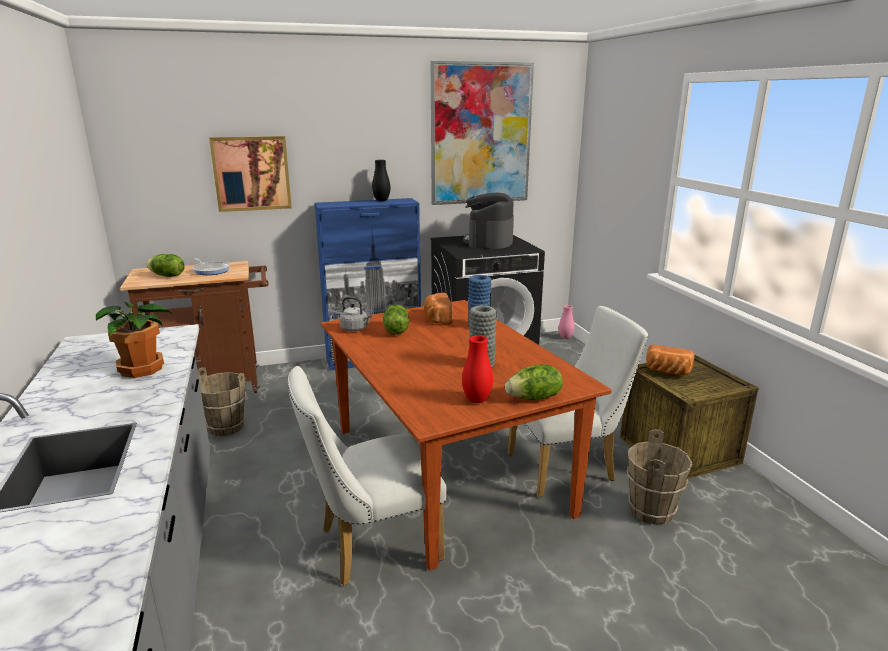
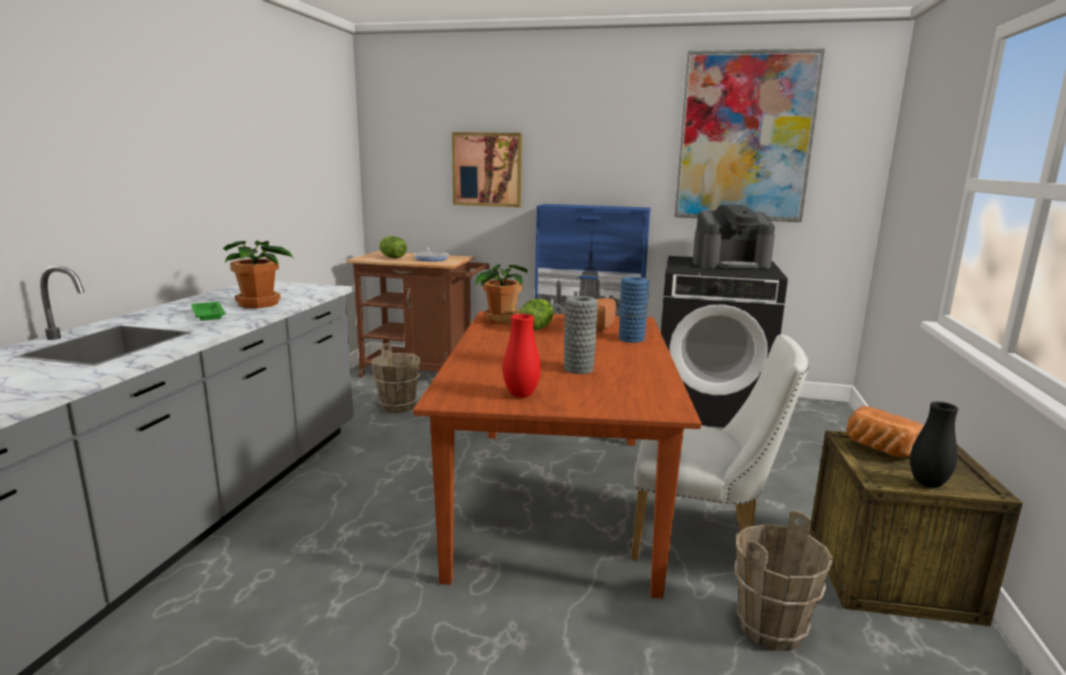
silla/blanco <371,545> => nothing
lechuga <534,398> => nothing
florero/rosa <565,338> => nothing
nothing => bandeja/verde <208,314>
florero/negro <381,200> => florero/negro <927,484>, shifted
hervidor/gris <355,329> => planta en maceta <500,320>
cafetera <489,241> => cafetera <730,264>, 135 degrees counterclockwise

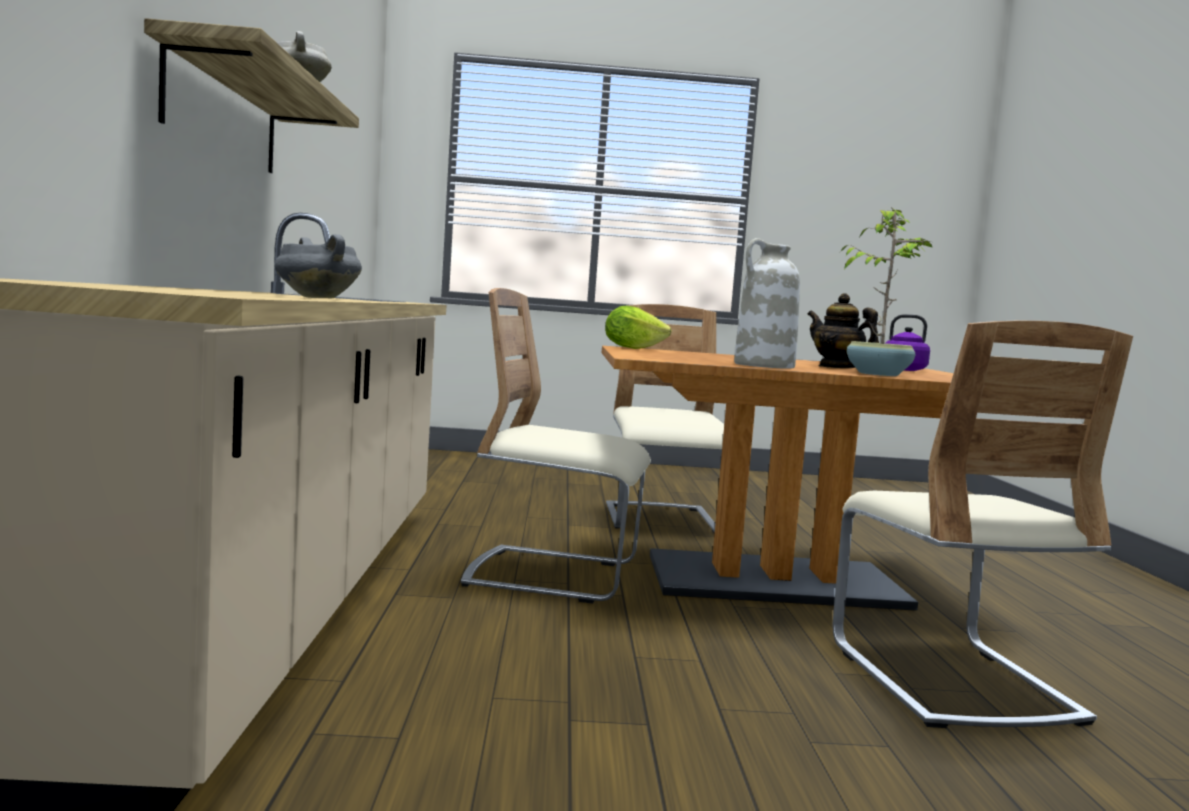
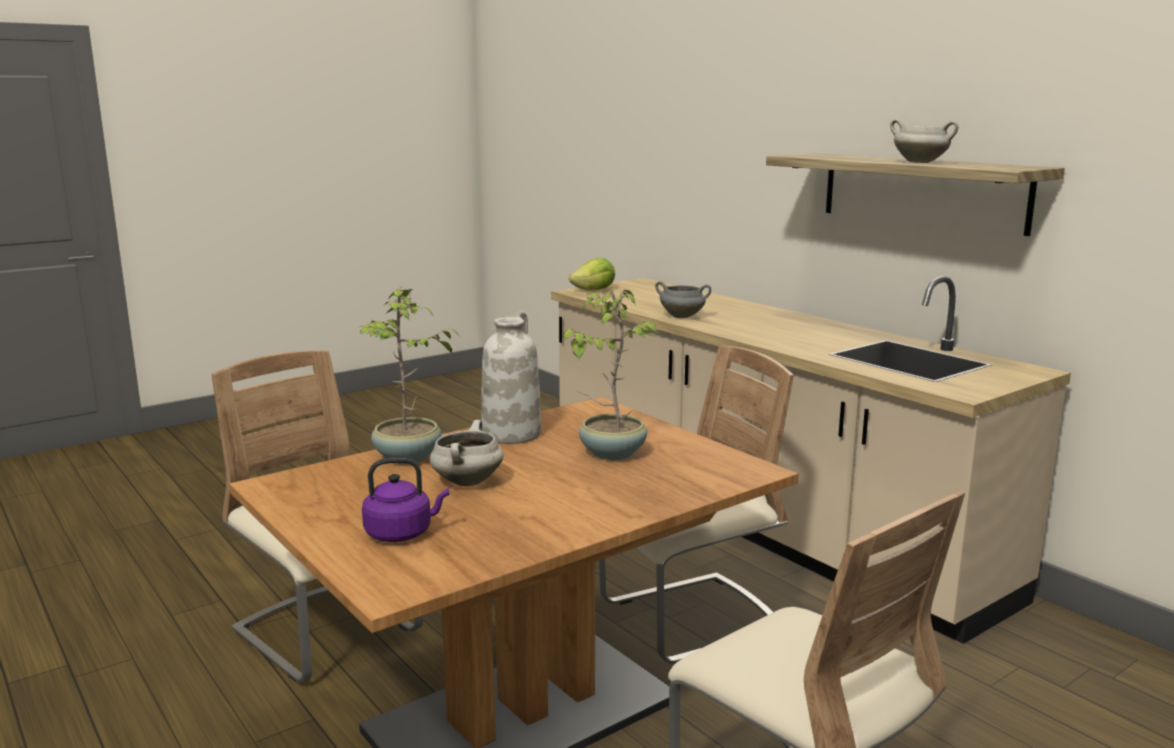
nothing => planta en maceta <611,453>
lechuga <632,348> => lechuga <594,291>, shifted
tetera <837,367> => olla/blanco <467,481>

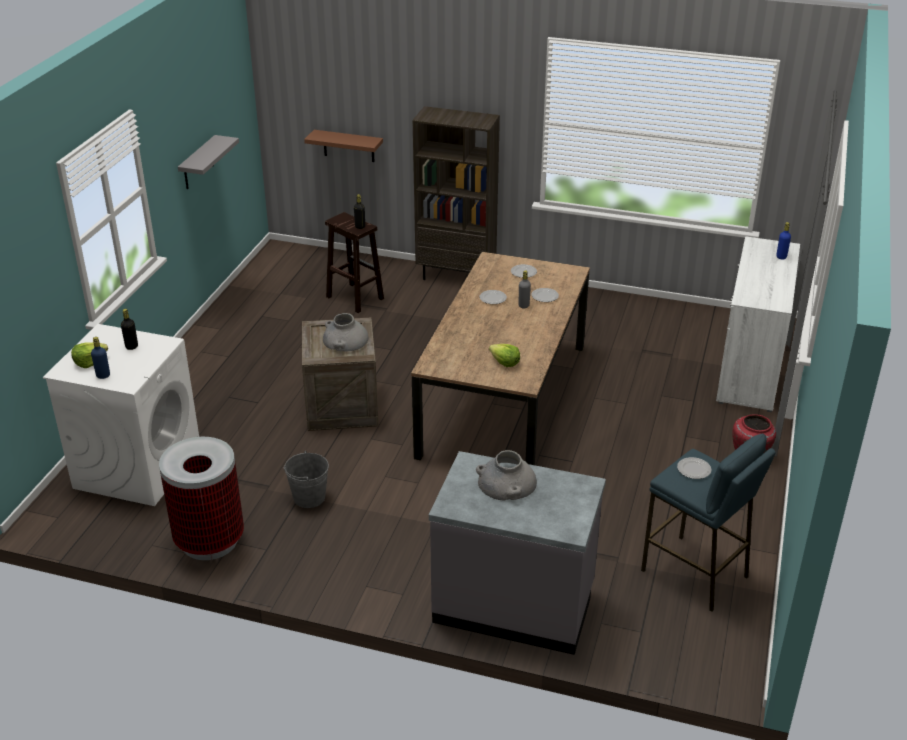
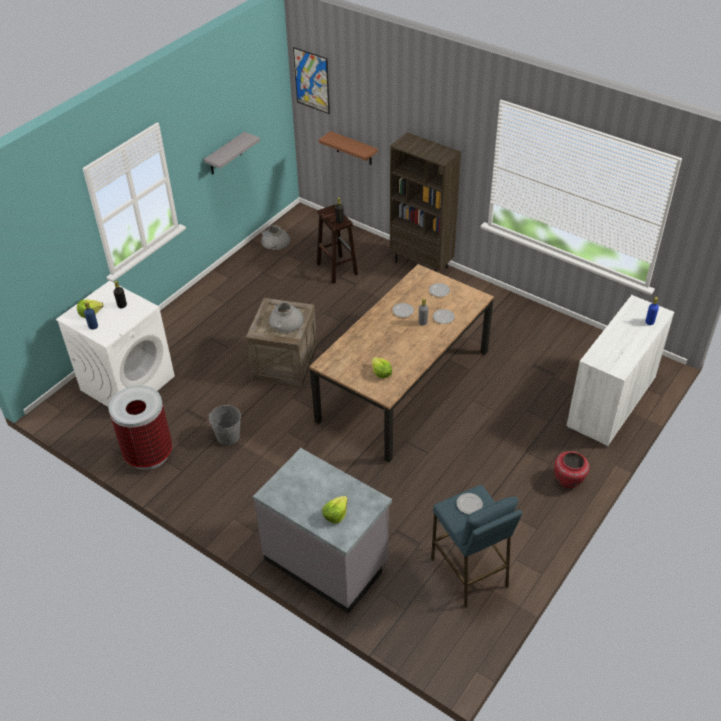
nothing => cuadro <312,80>
nothing => lechuga <335,514>
florero/gris <507,483> => florero/gris <275,241>, shifted

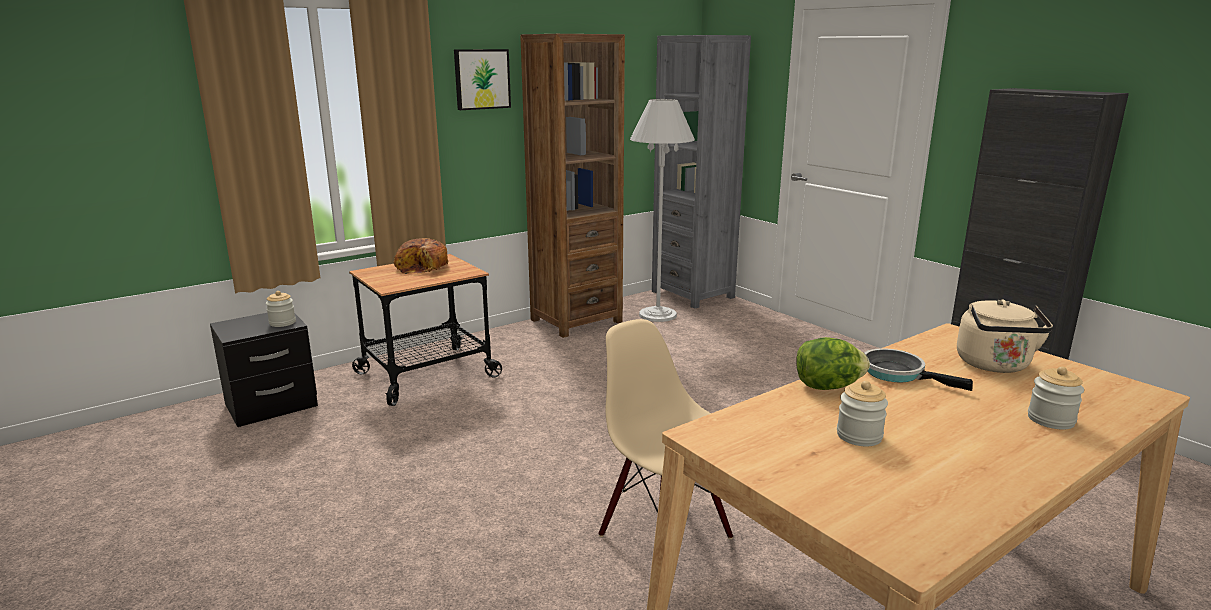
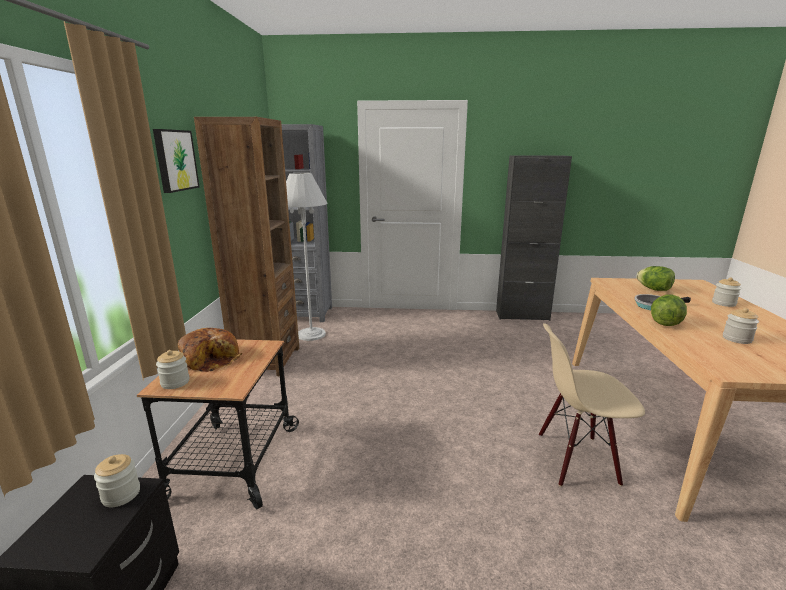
nothing => tarro <175,382>
hervidor/beis <995,365> => lechuga <654,289>

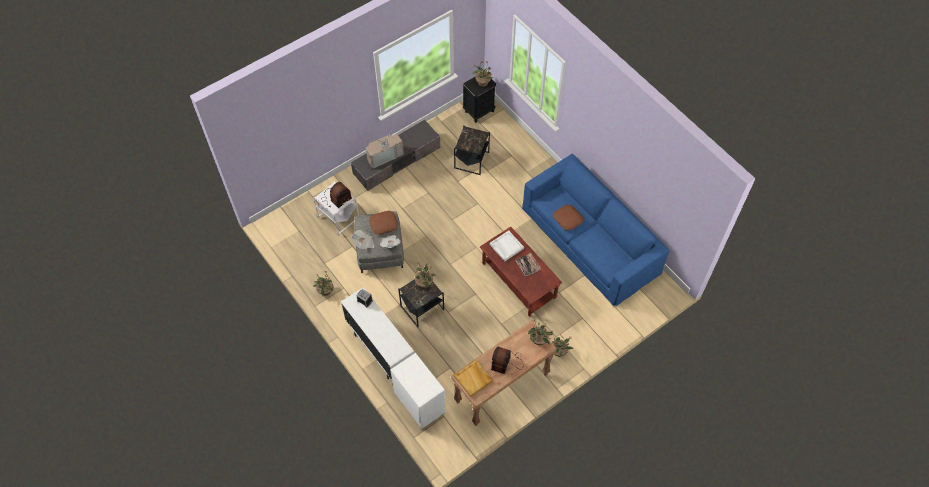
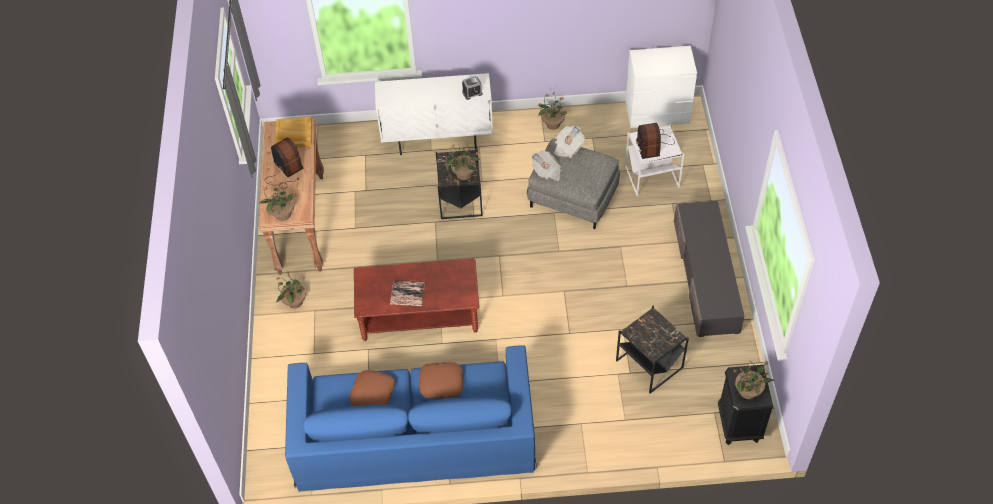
televisor <384,155> => nothing
bandeja/blanco <506,246> => nothing
cojín/marrón <384,224> => cojín/marrón <372,393>, shifted
cómoda/blanco <419,402> => cómoda/blanco <657,113>, shifted

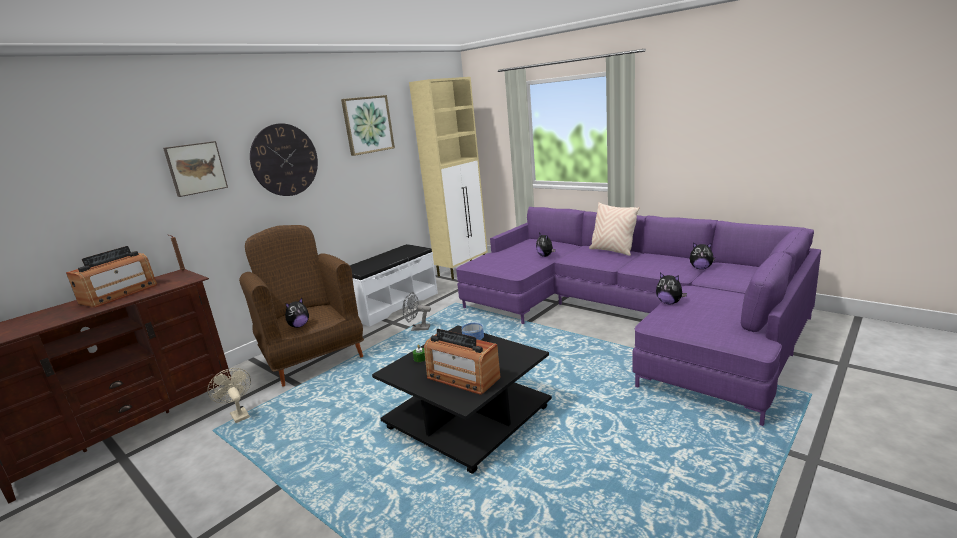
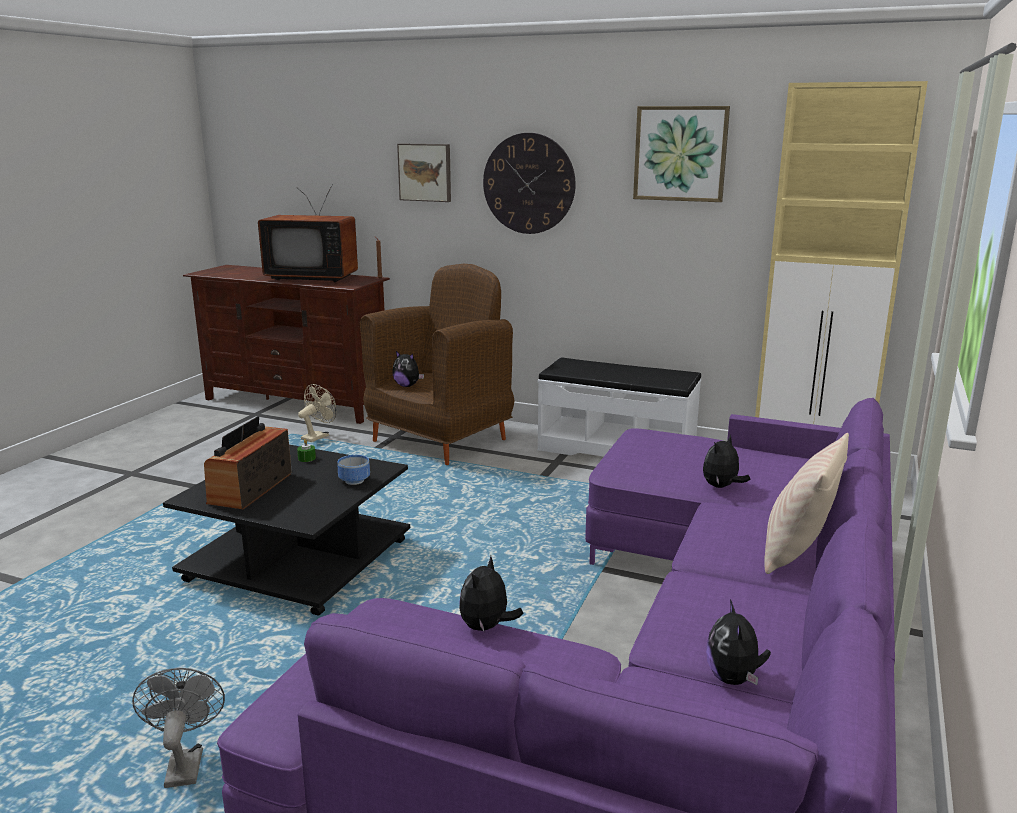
ventilador/gris <417,329> => ventilador/gris <185,763>, shifted
radio <119,294> => televisor <313,277>

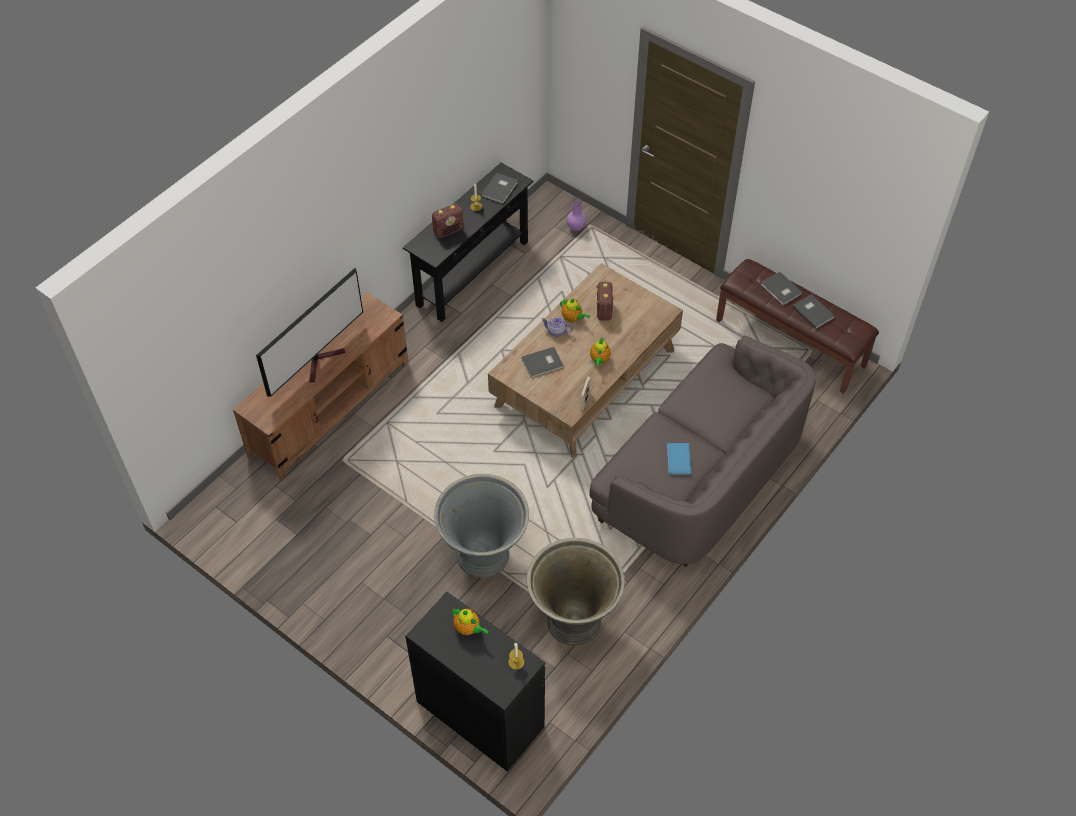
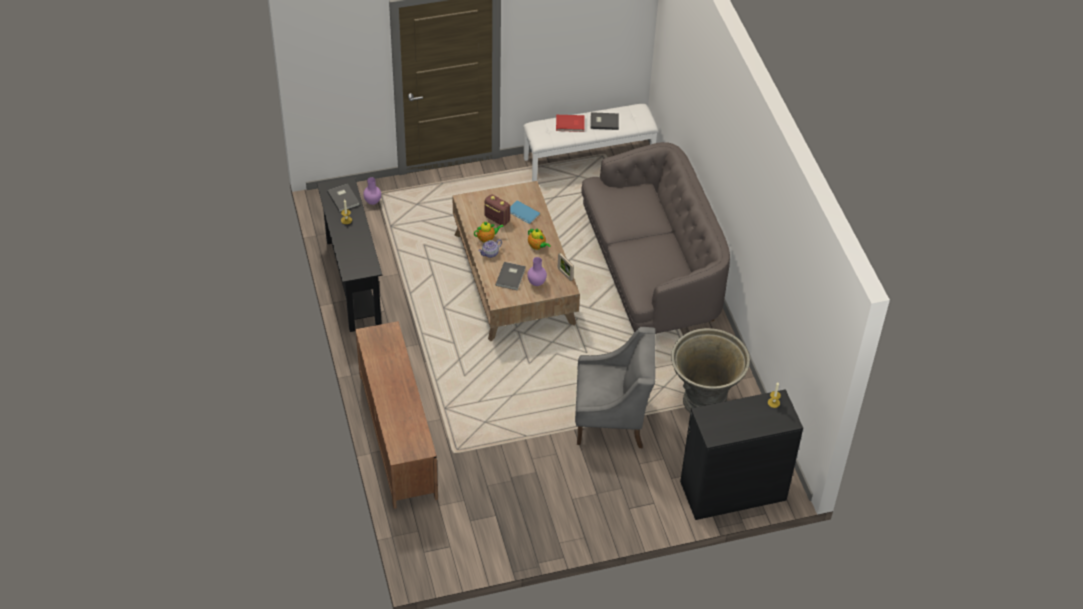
televisor <322,360> => nothing
radio <448,230> => nothing
tetera <468,629> => nothing
nothing => florero/morado <537,283>
libro/azul <677,460> => libro/azul <523,213>, shifted
maceta/gris <484,556> => sillón/gris <611,419>
banco/marrón <791,342> => banco/blanco <588,159>
libro/gris <780,290> => libro/rojo <570,124>

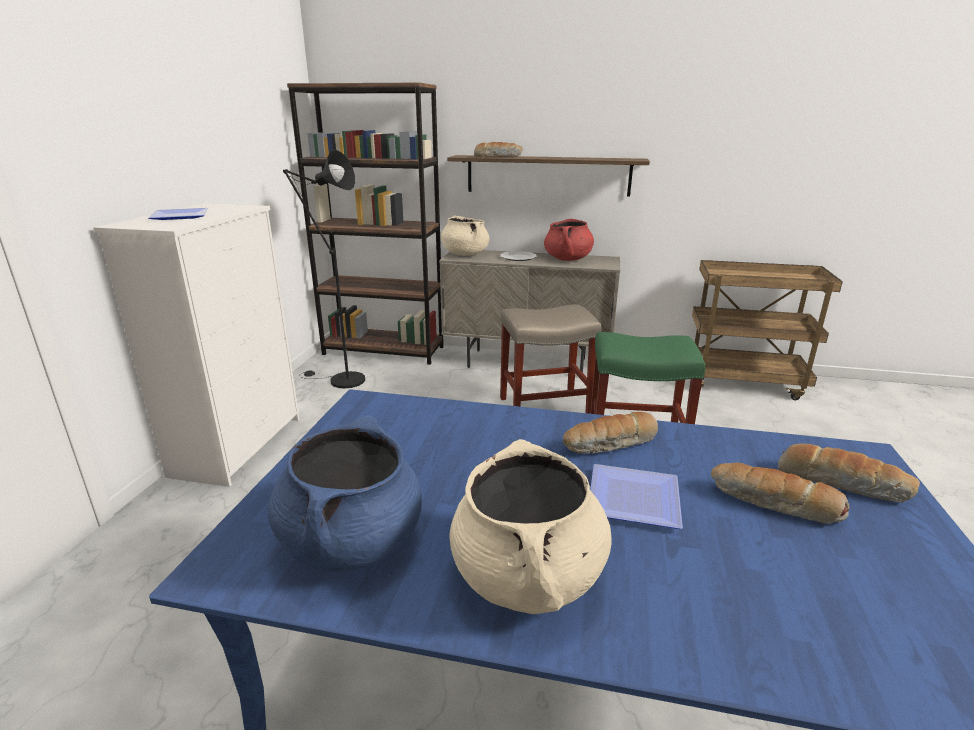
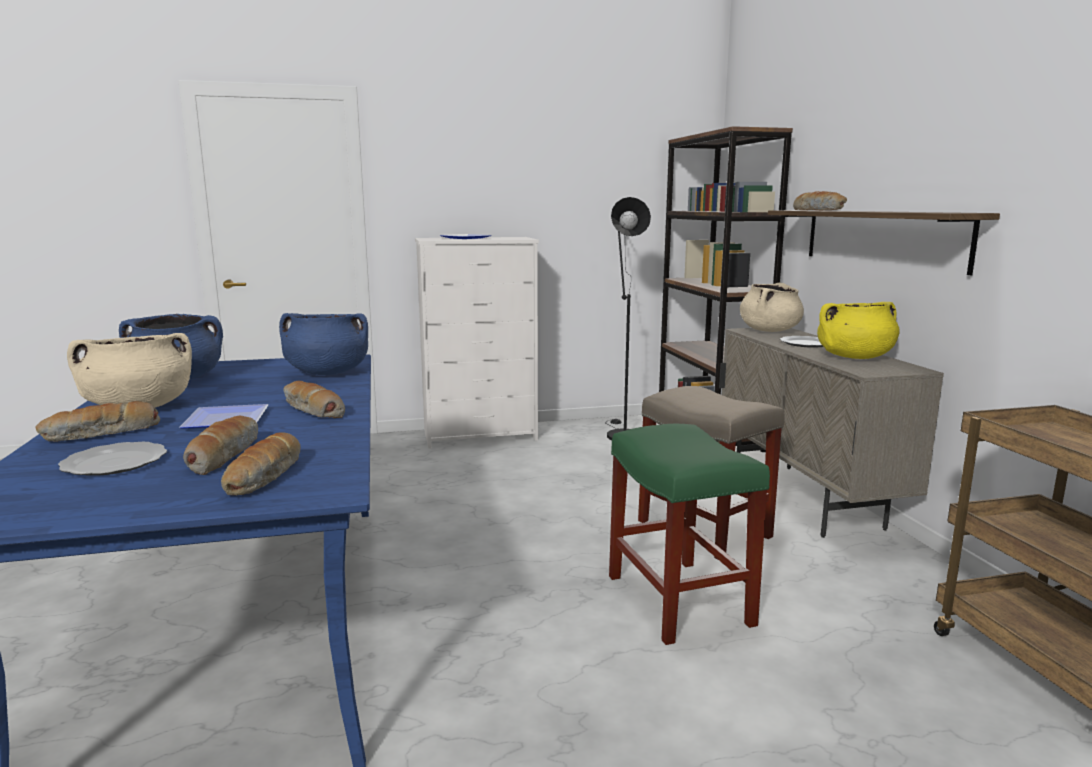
nothing => pan <102,434>
nothing => plato <114,462>
nothing => olla/azul <327,373>
olla/rojo <567,259> => olla/amarillo <854,357>

